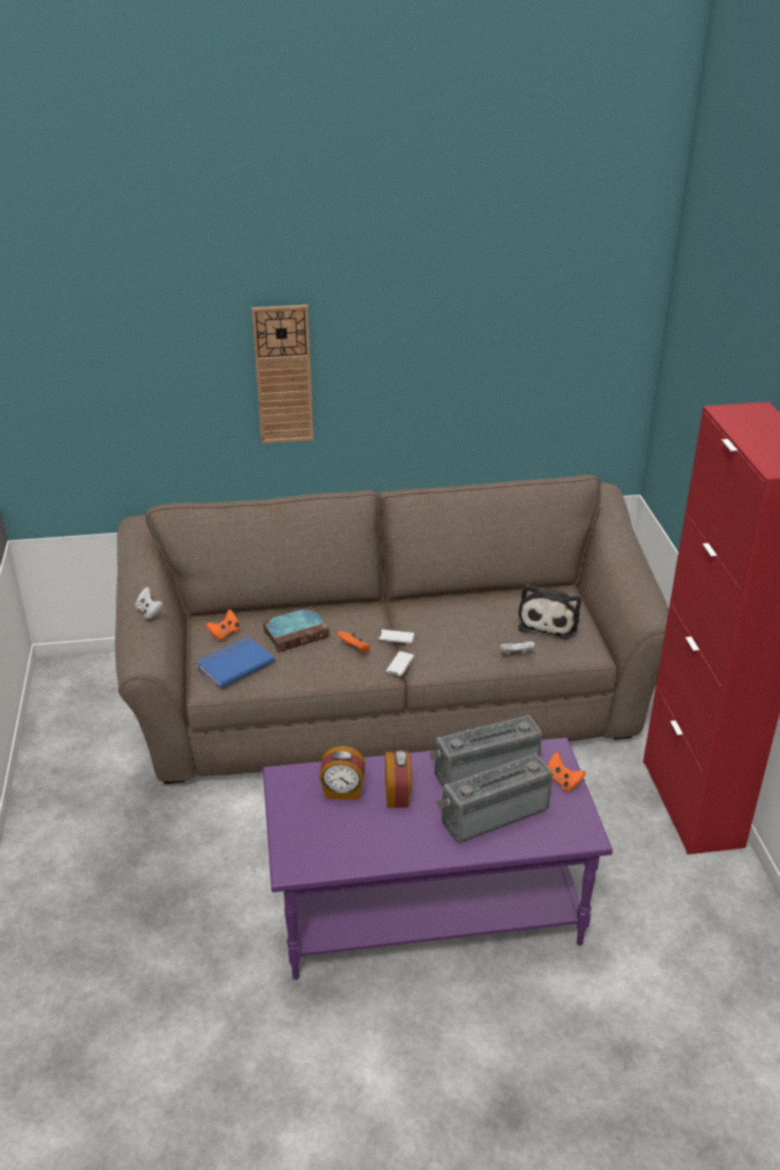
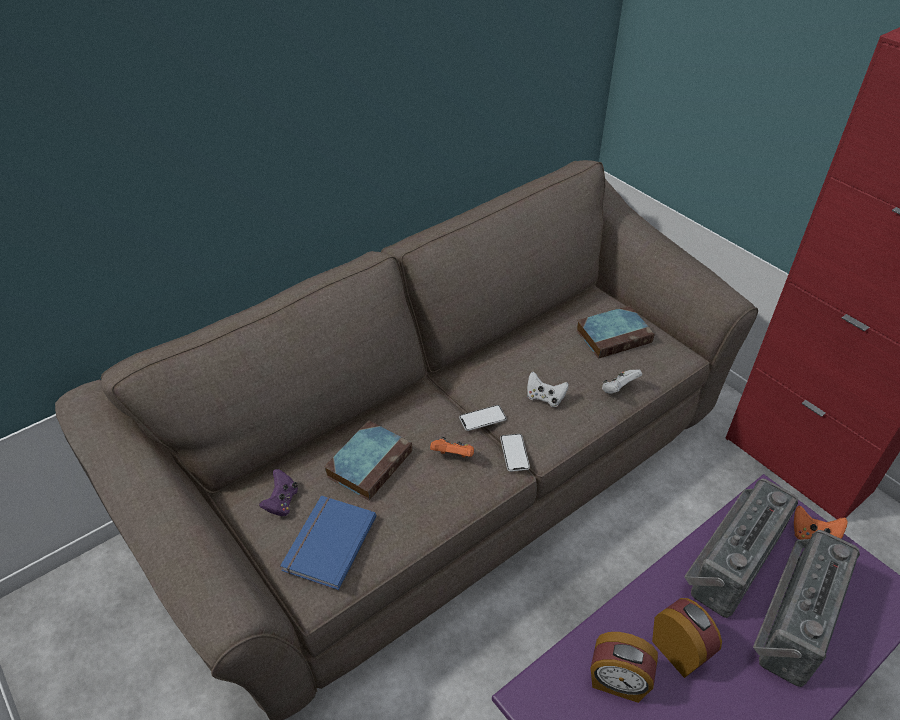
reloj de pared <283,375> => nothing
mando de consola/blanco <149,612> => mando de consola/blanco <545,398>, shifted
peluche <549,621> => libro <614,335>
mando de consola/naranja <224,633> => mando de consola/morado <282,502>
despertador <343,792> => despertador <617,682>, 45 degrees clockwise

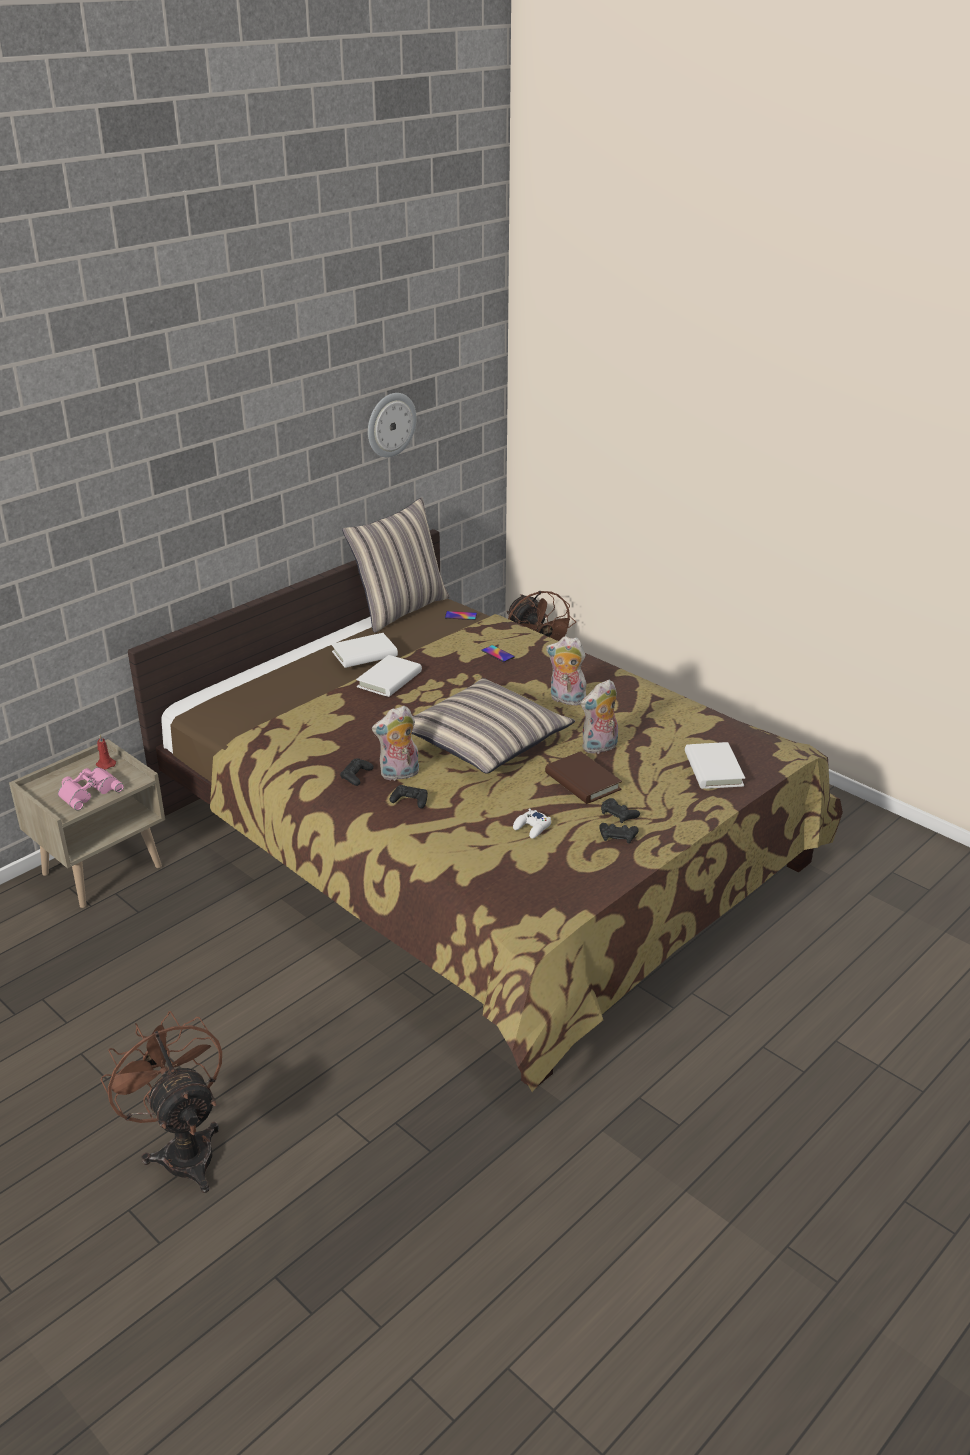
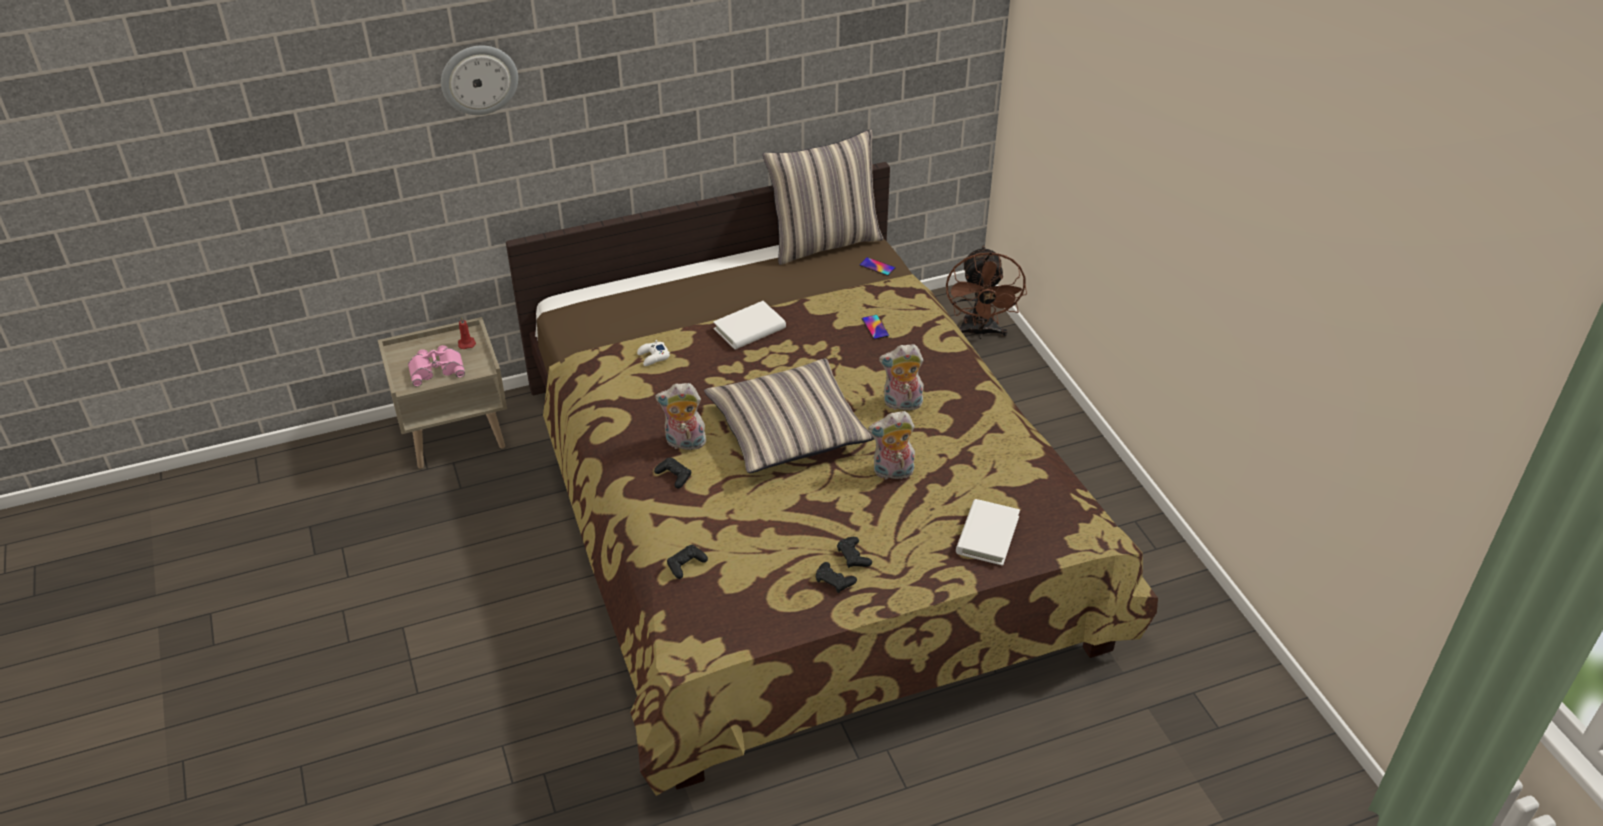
ventilador/marrón <183,1149> => nothing
libro/blanco <364,654> => nothing
libro/marrón <582,781> => nothing
mando de consola/negro <356,775> => mando de consola/negro <686,564>, shifted
reloj de pared <390,424> => reloj de pared <479,79>, shifted
mando de consola/blanco <532,828> => mando de consola/blanco <653,357>, shifted
peluche <566,700> => peluche <901,404>, 45 degrees counterclockwise

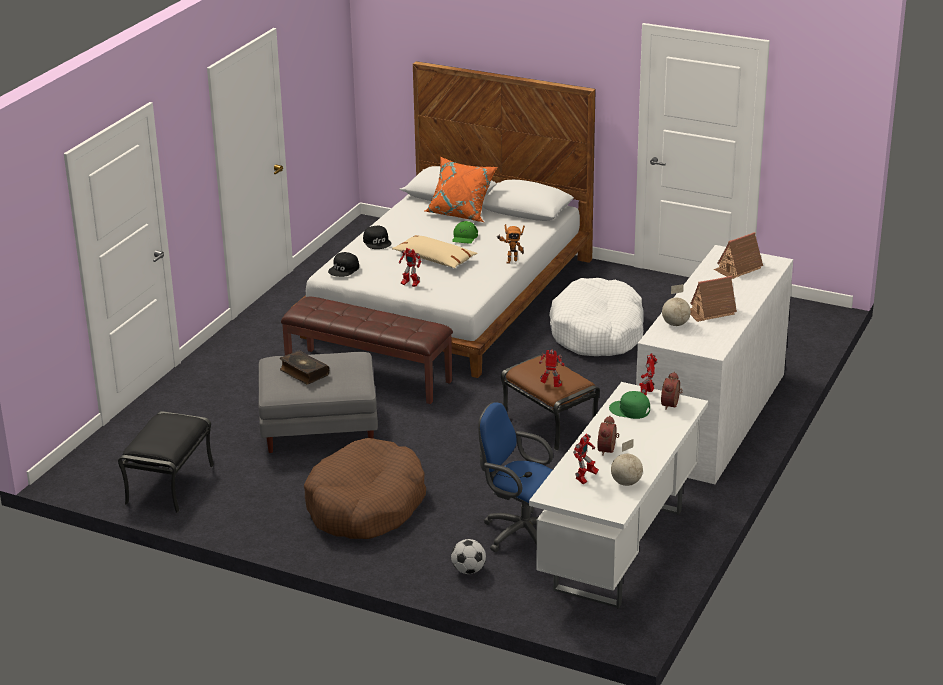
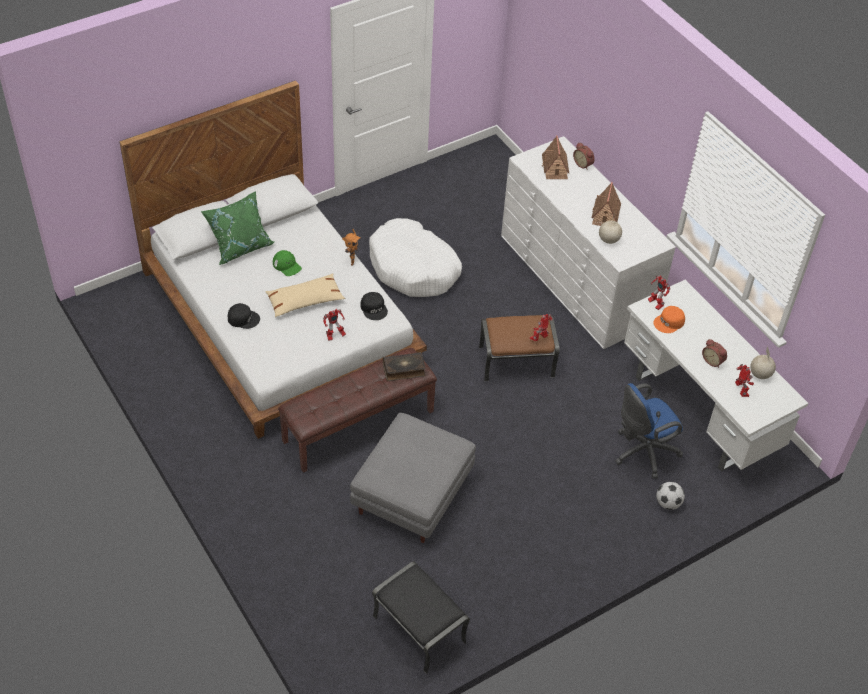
cama para perro/marrón <365,506> => nothing
libro <303,373> => libro <404,370>, shifted
gorra/negro <344,269> => gorra/negro <374,308>, shifted
despertador <672,405> => despertador <583,164>, shifted
cojín/naranja <461,213> => cojín/verde <240,246>
gorra/verde <630,410> => gorra/naranja <669,322>

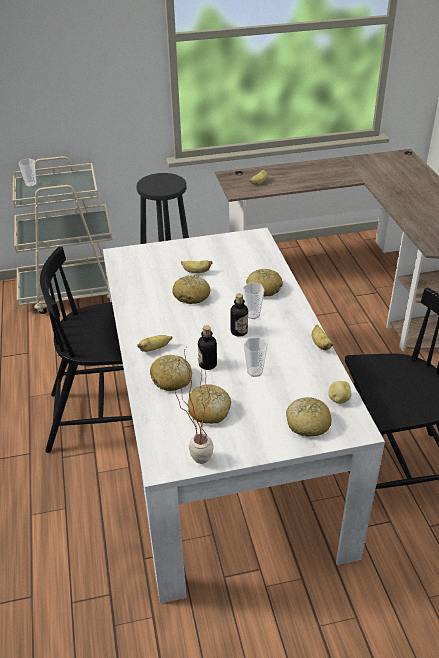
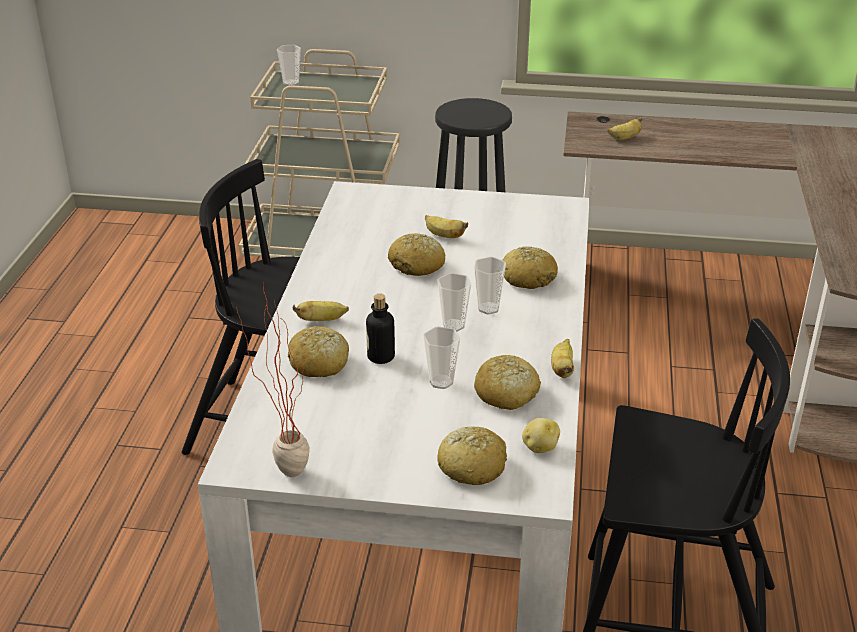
pan <209,411> => pan <506,393>, shifted
botella <239,331> => taza <453,325>

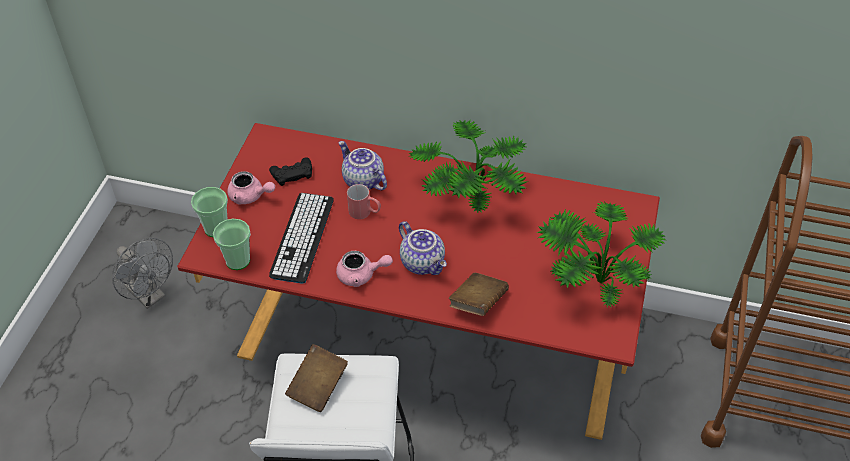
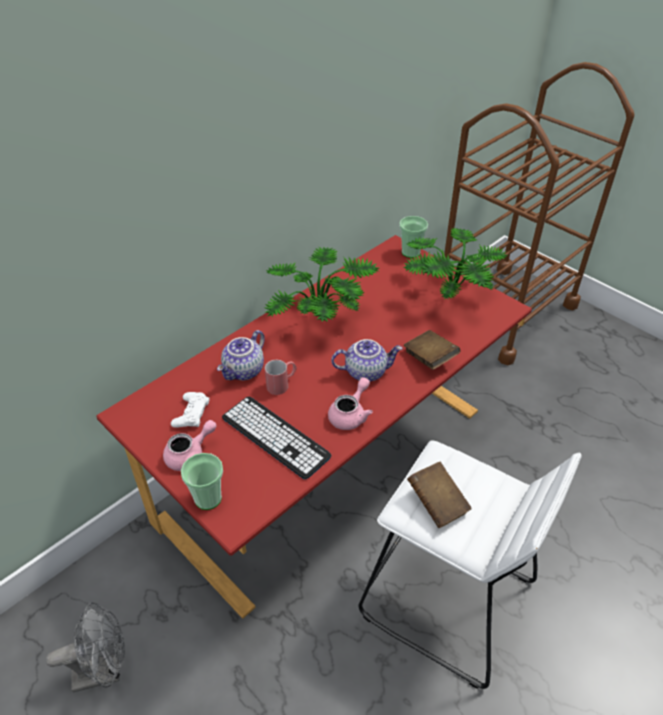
taza <238,260> => taza <410,252>, shifted
mando de consola/negro <292,174> => mando de consola/blanco <191,413>
tetera <362,181> => tetera <244,371>, 45 degrees counterclockwise

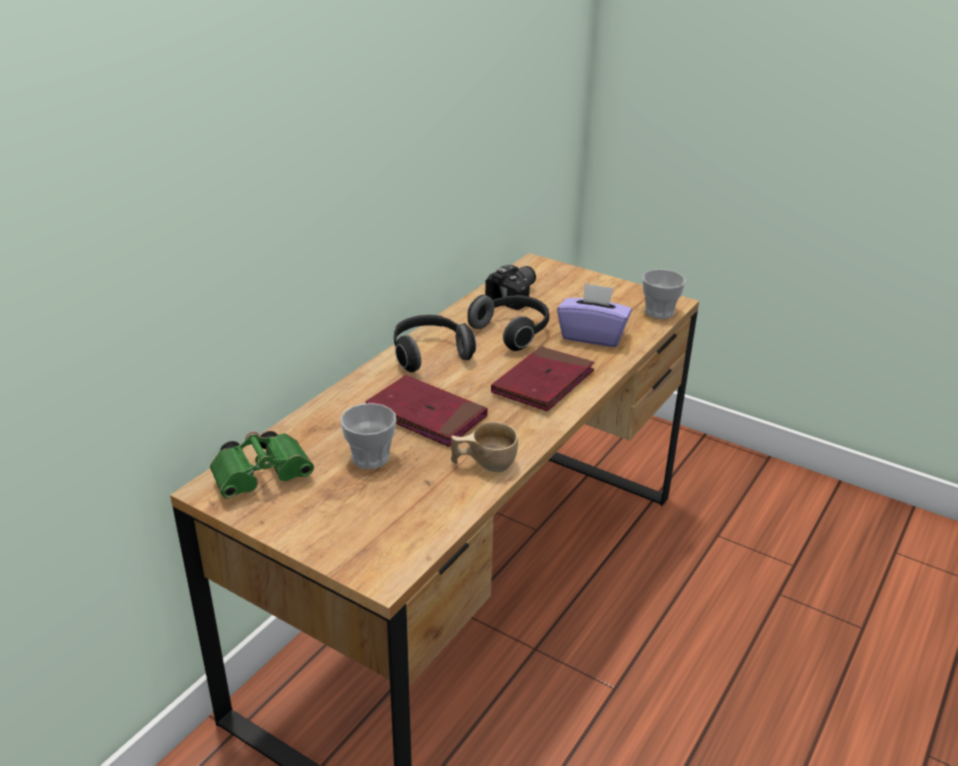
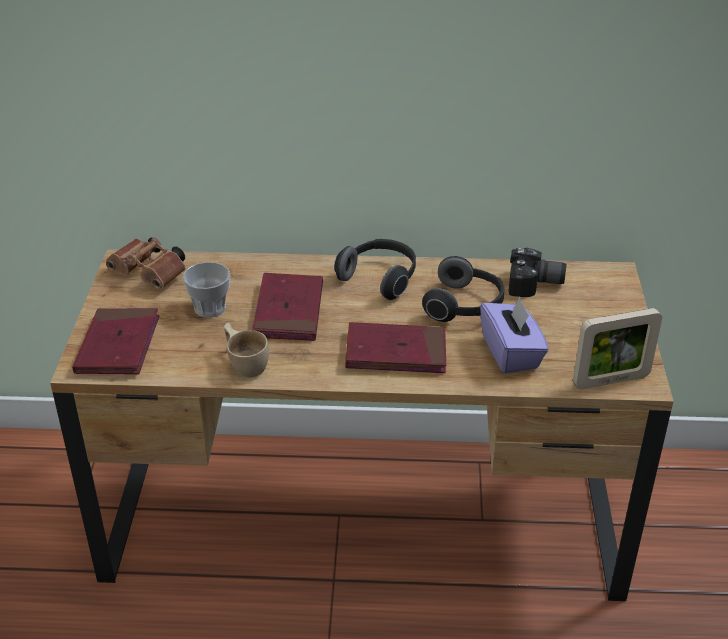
nothing => libro/rojo <118,345>
taza <659,312> => portarretratos <611,380>
prismáticos/verde <264,477> => prismáticos/marrón <151,275>

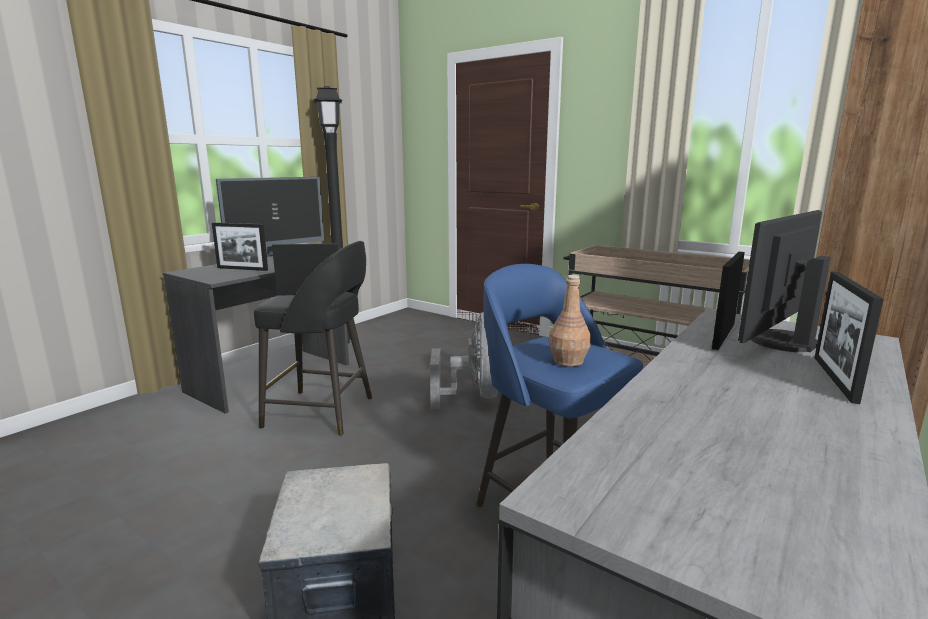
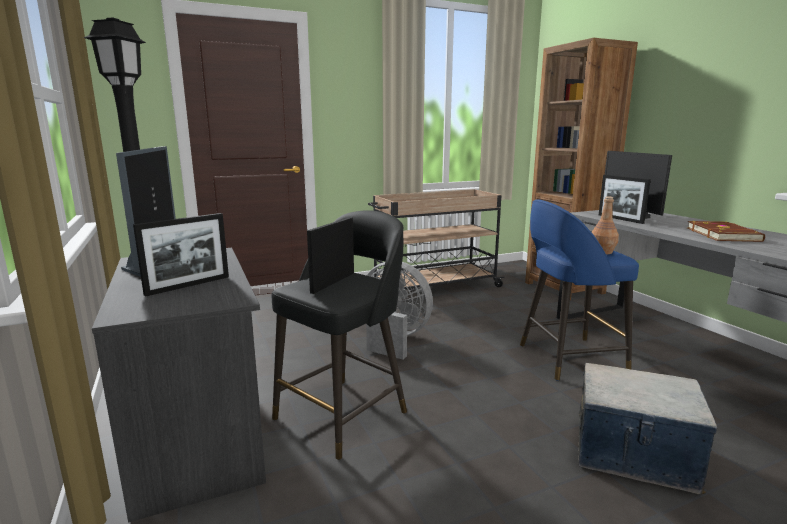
portarretratos <834,378> => nothing
nothing => libro/marrón <723,234>

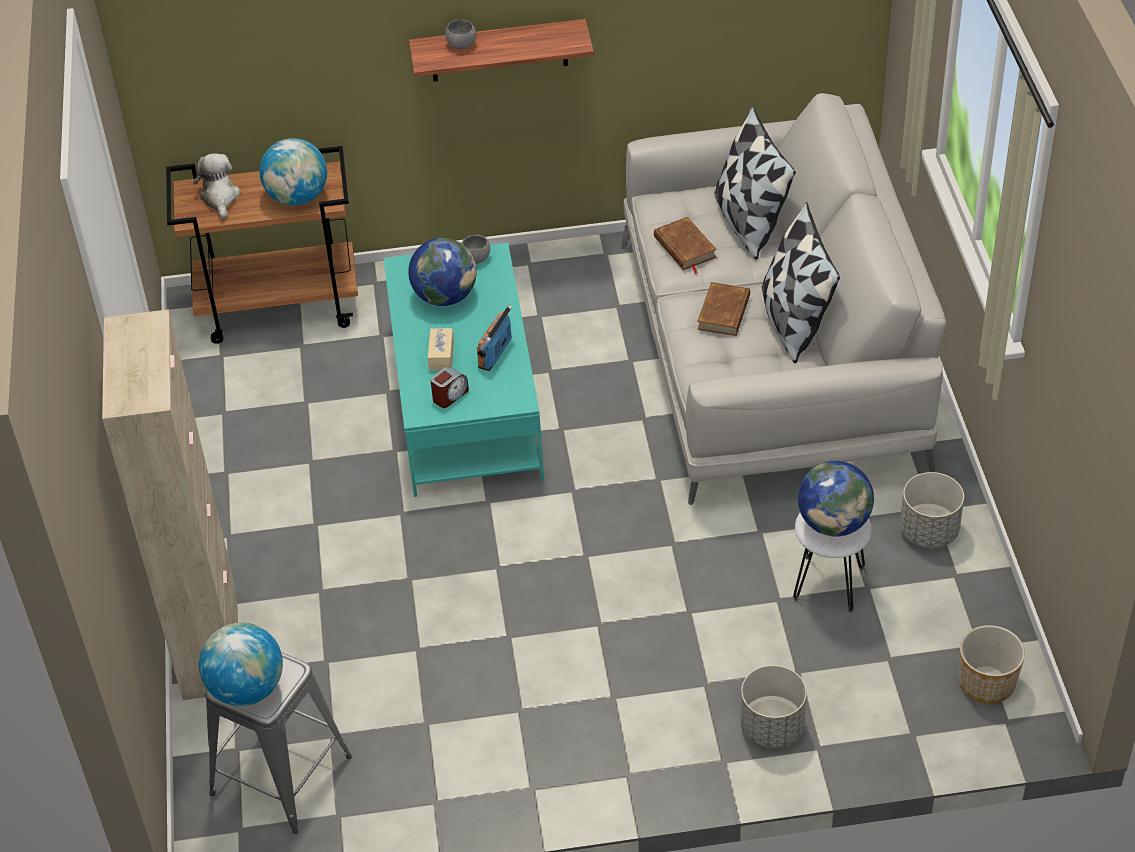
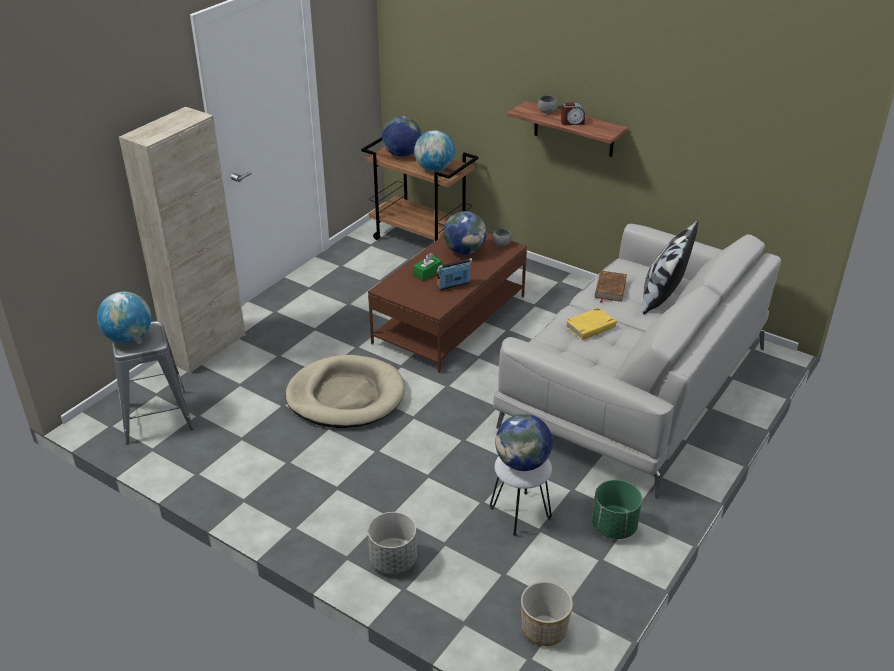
cojín <793,322> => nothing
nothing => cama para perro/beis <345,396>
despertador <450,396> => despertador <572,122>, shifted
peluche <220,198> => globo terráqueo <402,154>
mesa de centro/turquesa <466,401> => mesa de centro/marrón <450,320>
caja de pañuelos/beis <441,356> => caja de pañuelos/verde <427,272>
libro/marrón <724,312> => libro/amarillo <590,327>
maceta/gris <929,532> => maceta/verde <614,527>

